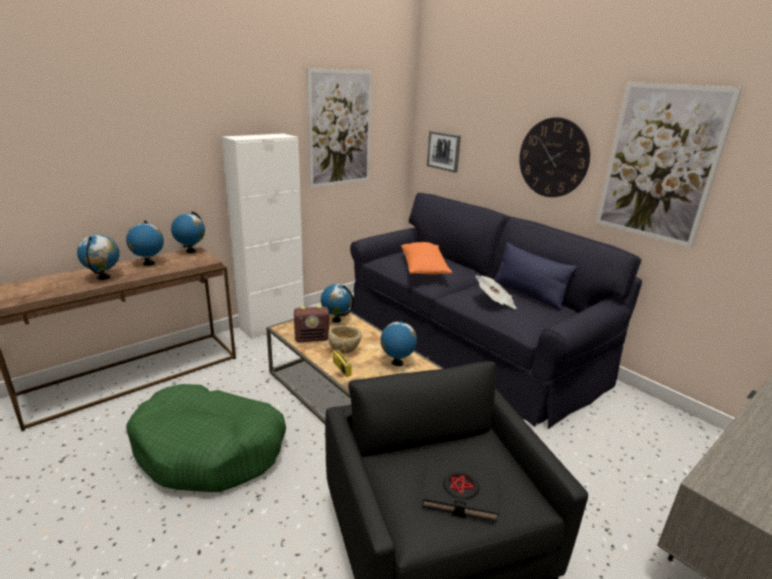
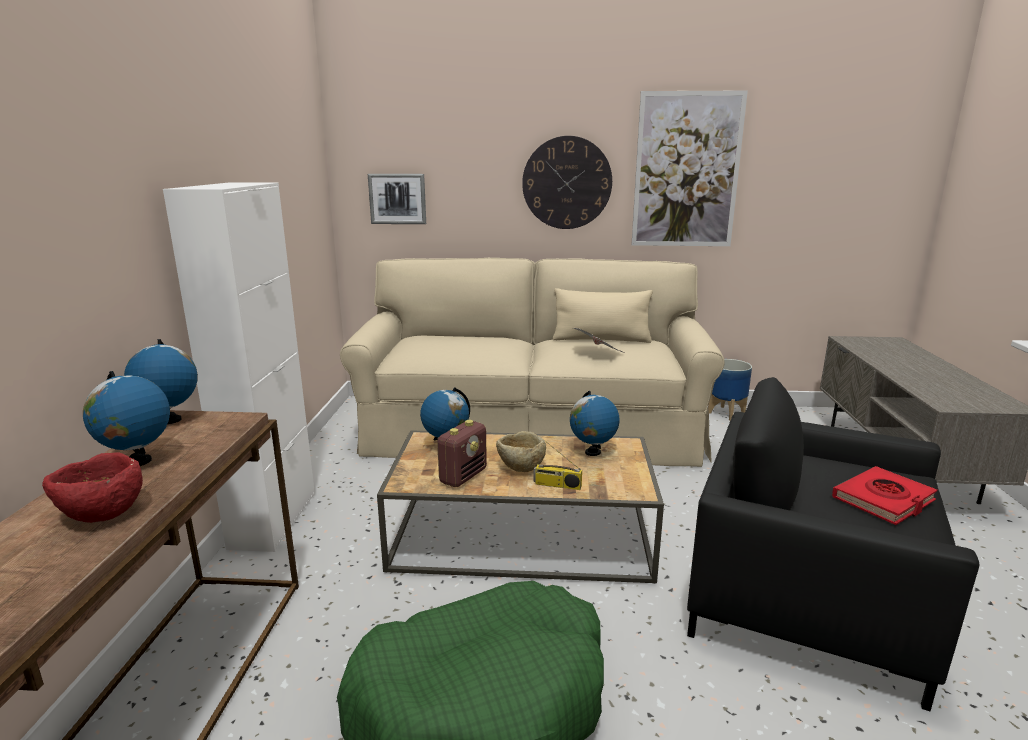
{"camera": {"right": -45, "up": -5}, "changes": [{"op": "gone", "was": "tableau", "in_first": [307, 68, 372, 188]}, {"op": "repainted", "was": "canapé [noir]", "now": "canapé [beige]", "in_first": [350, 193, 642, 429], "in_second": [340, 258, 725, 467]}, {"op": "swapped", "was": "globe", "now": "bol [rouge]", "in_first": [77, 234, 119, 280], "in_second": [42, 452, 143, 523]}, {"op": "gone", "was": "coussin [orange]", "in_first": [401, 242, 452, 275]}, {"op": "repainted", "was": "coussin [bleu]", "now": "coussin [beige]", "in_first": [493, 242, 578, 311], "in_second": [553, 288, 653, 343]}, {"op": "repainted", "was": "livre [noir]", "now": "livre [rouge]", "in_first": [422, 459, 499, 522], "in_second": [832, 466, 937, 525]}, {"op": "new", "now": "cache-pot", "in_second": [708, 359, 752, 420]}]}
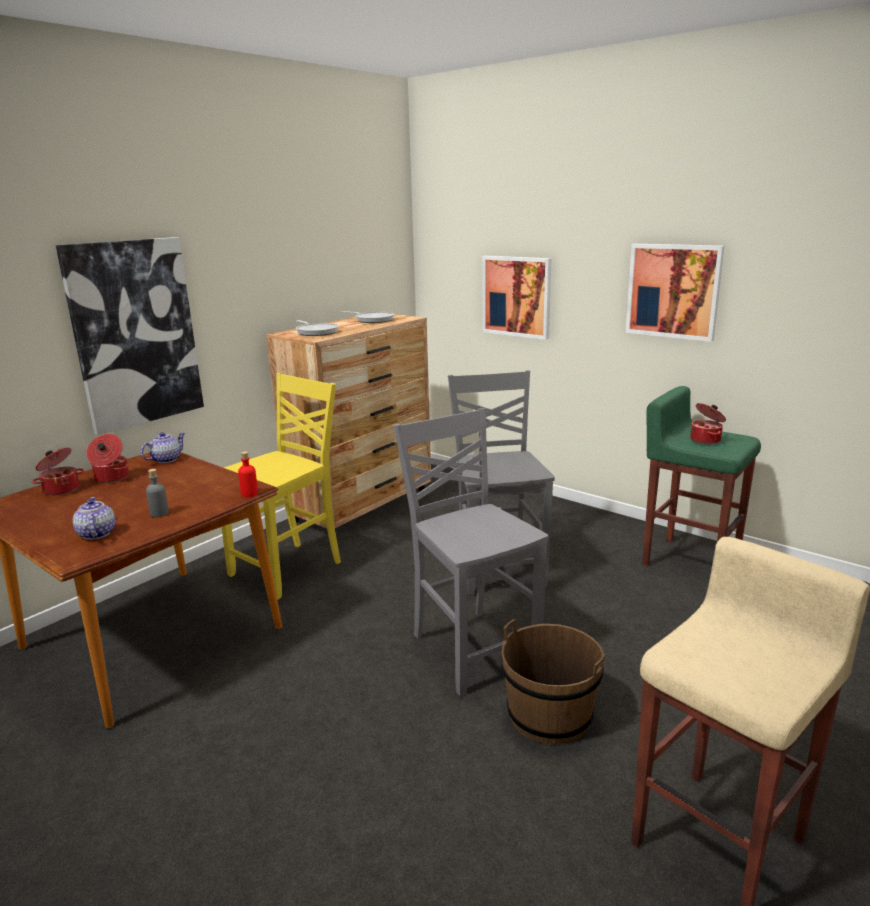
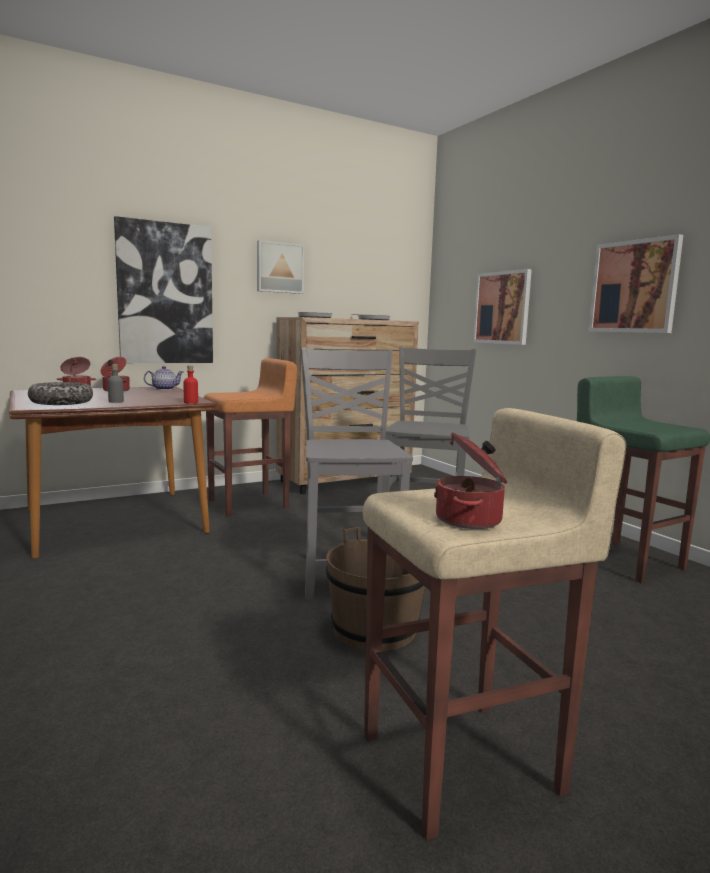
{"camera": {"right": 20, "up": -10}, "changes": [{"op": "swapped", "was": "chaise [jaune]", "now": "tabouret [orange]", "in_first": [222, 373, 341, 600], "in_second": [204, 358, 298, 517]}, {"op": "shifted", "was": "marmite", "in_first": [690, 403, 726, 444], "in_second": [434, 432, 507, 529]}, {"op": "swapped", "was": "théière", "now": "bol", "in_first": [73, 497, 116, 540], "in_second": [28, 382, 93, 405]}, {"op": "new", "now": "tableau", "in_second": [257, 240, 304, 294]}]}
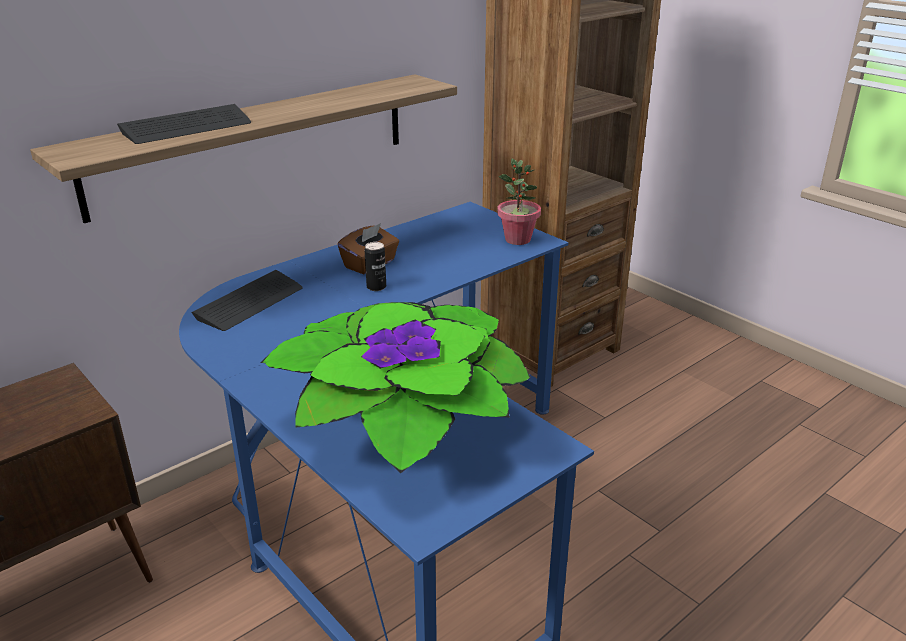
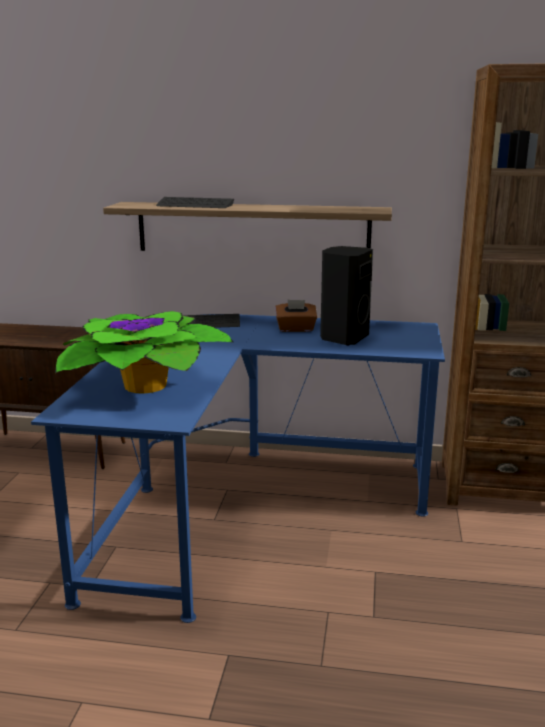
{"camera": {"right": 50, "up": -10}, "changes": [{"op": "gone", "was": "plante en pot", "in_first": [497, 158, 541, 245]}, {"op": "gone", "was": "boîte métallique", "in_first": [365, 242, 386, 291]}, {"op": "new", "now": "enceinte [noir]", "in_second": [320, 246, 373, 346]}]}
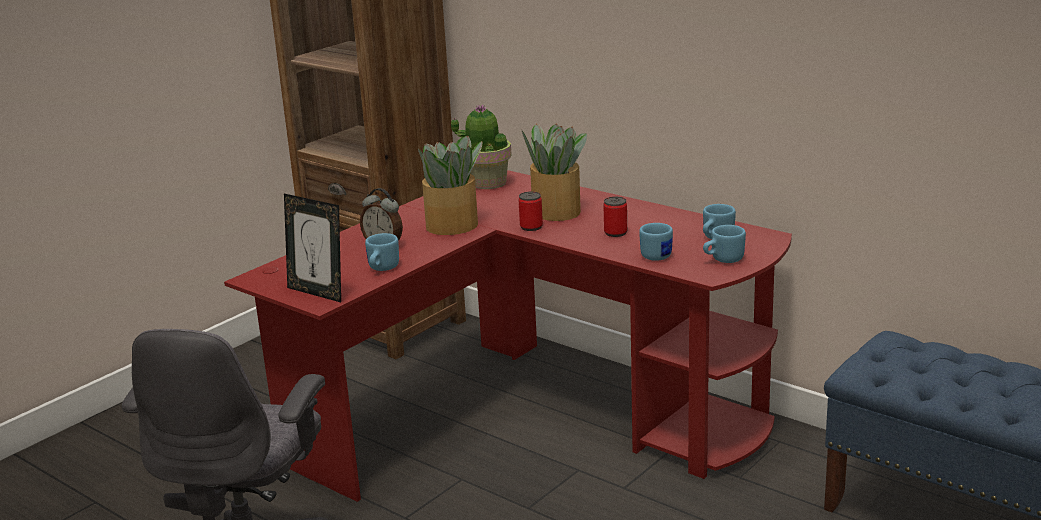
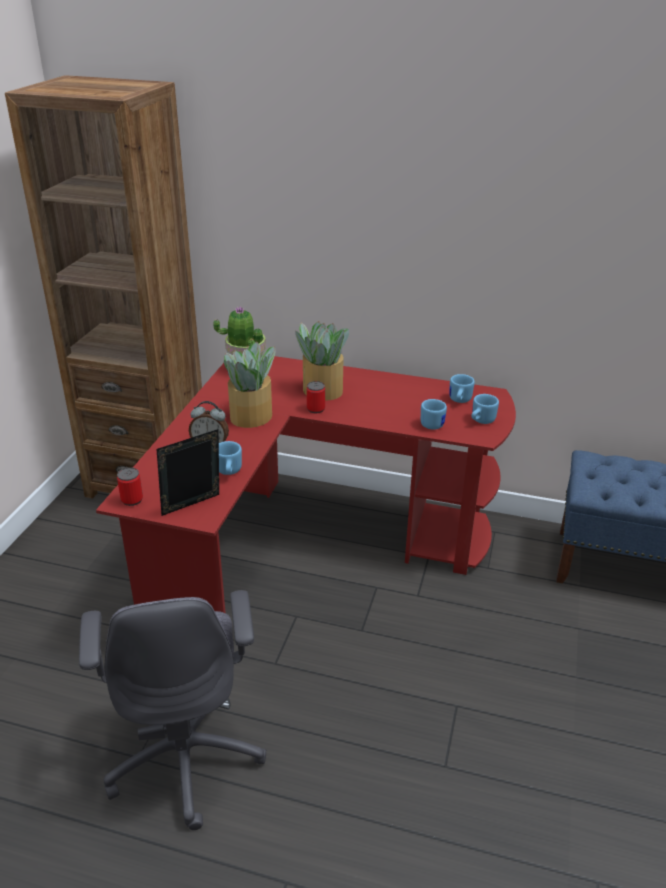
{"camera": {"right": -25, "up": 10}, "changes": [{"op": "rotated", "was": "cadre photo", "in_first": [284, 194, 341, 302], "in_second": [157, 429, 219, 516], "clockwise": 135}, {"op": "shifted", "was": "boîte métallique", "in_first": [603, 197, 627, 237], "in_second": [117, 467, 143, 506]}]}
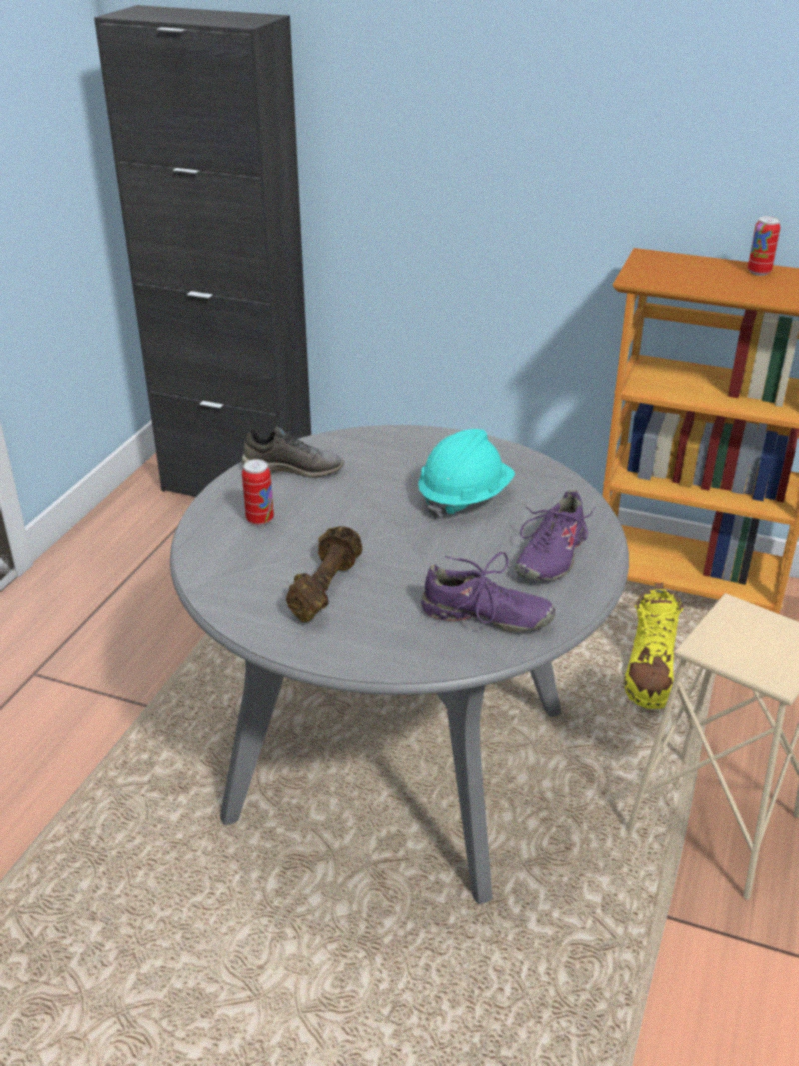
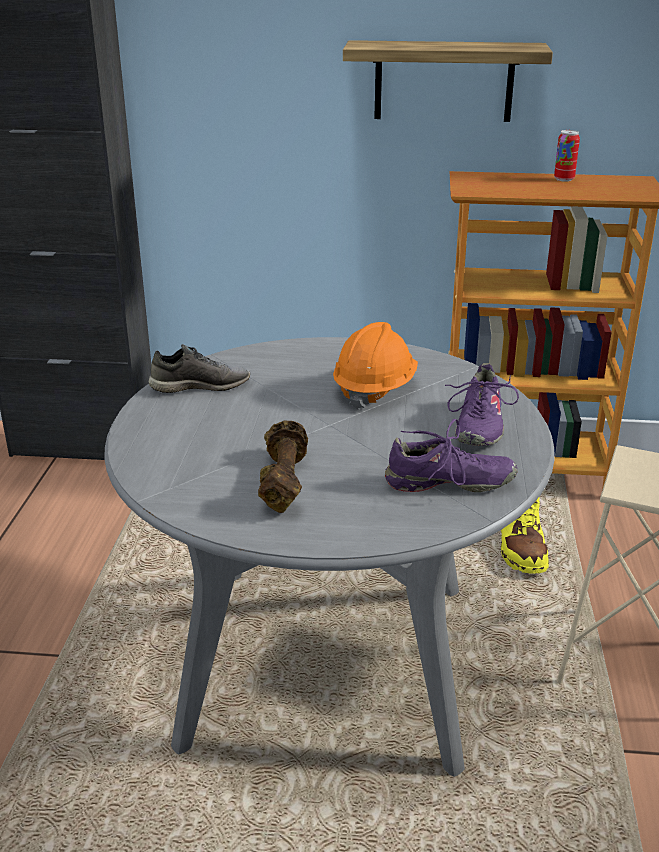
{"camera": {"right": -15, "up": -5}, "changes": [{"op": "repainted", "was": "casque de chantier [turquoise]", "now": "casque de chantier [orange]", "in_first": [418, 429, 515, 519], "in_second": [333, 322, 418, 410]}, {"op": "gone", "was": "boîte métallique", "in_first": [242, 459, 274, 526]}, {"op": "new", "now": "étagère", "in_second": [343, 40, 553, 122]}]}
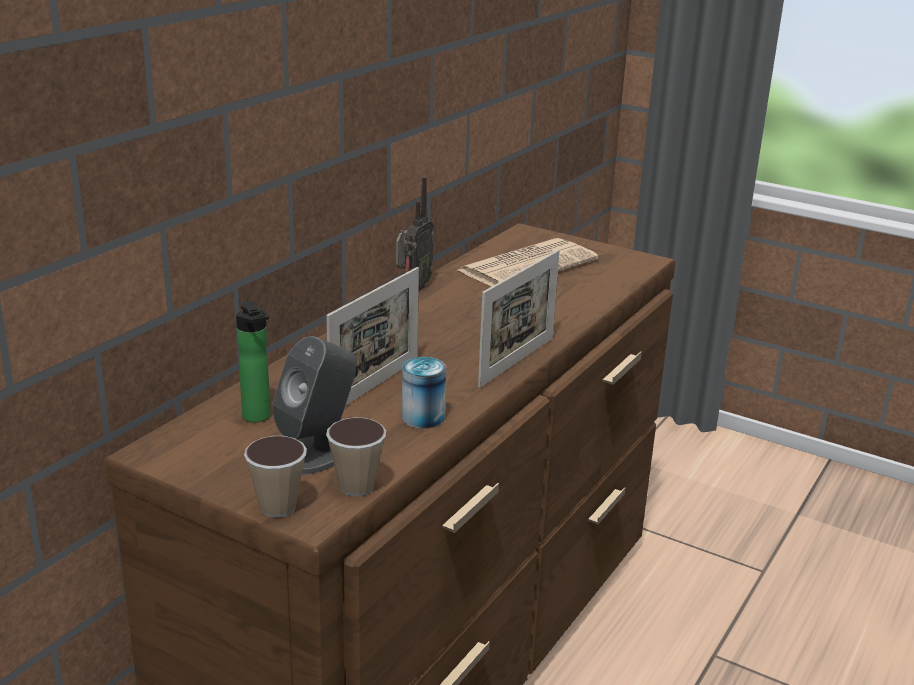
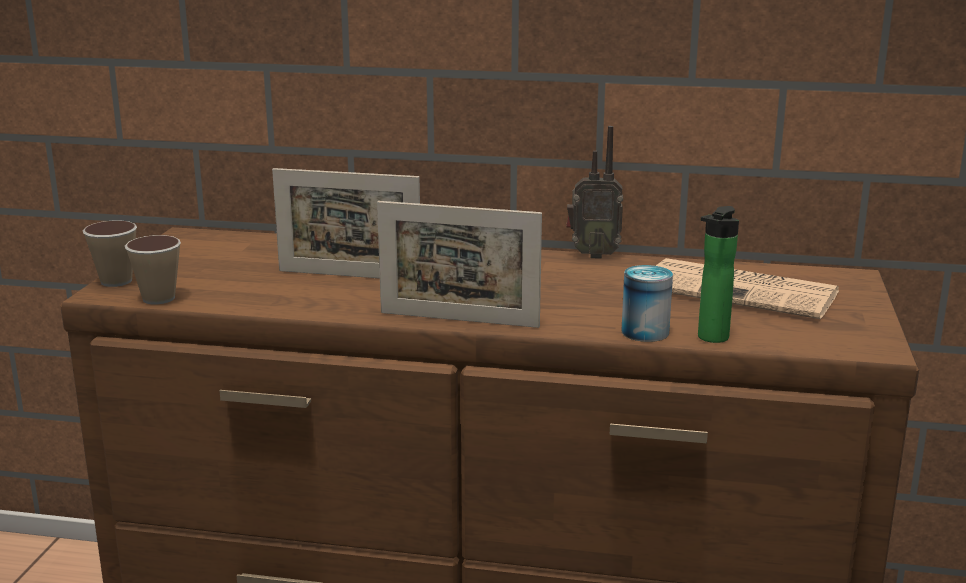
{"camera": {"right": 70, "up": -5}, "changes": [{"op": "shifted", "was": "bouteille", "in_first": [236, 301, 271, 423], "in_second": [698, 206, 739, 343]}, {"op": "gone", "was": "enceinte [gris]", "in_first": [272, 336, 357, 475]}, {"op": "shifted", "was": "boîte métallique", "in_first": [402, 357, 446, 429], "in_second": [621, 265, 673, 342]}]}
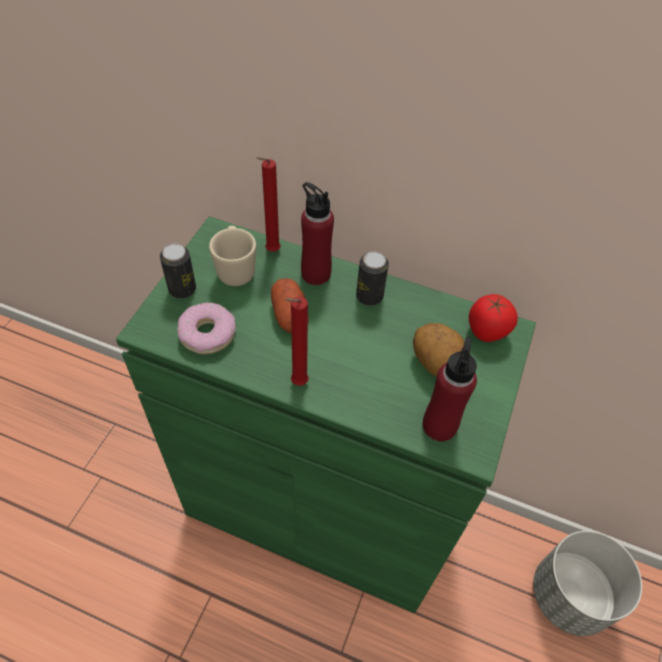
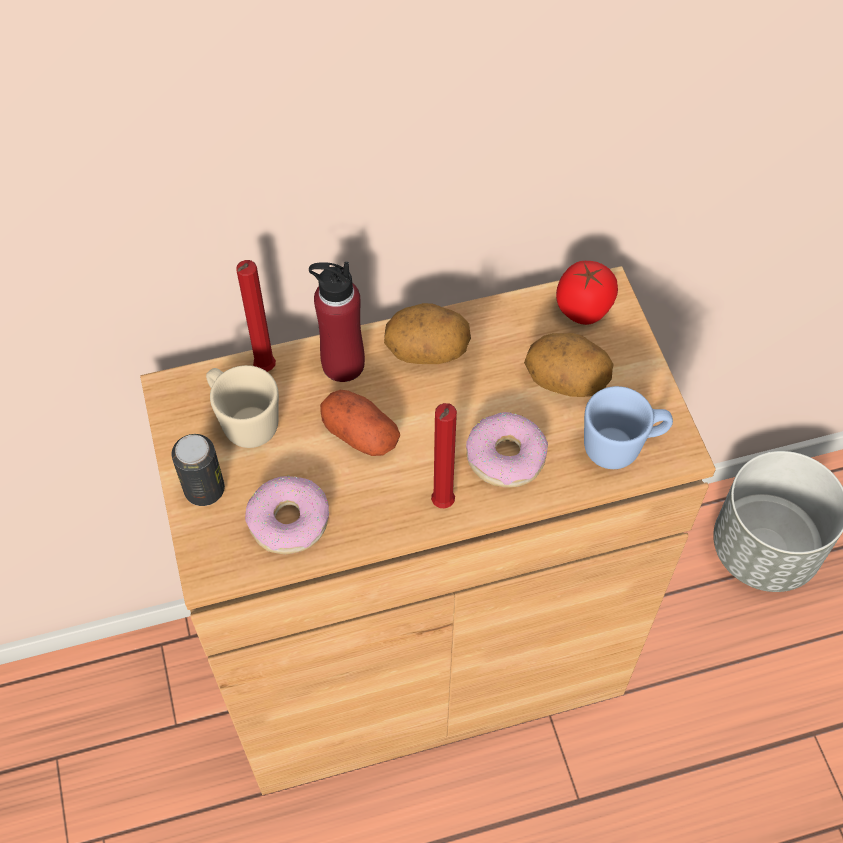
{"camera": {"right": -35, "up": 5}, "changes": [{"op": "repainted", "was": "meuble de rangement [vert]", "now": "meuble de rangement [marron]", "in_first": [116, 216, 536, 613], "in_second": [140, 266, 716, 795]}, {"op": "swapped", "was": "boîte métallique", "now": "pomme de terre", "in_first": [356, 251, 389, 306], "in_second": [384, 303, 471, 364]}, {"op": "swapped", "was": "bouteille [rouge]", "now": "mug [bleu]", "in_first": [423, 337, 477, 441], "in_second": [584, 386, 673, 469]}, {"op": "new", "now": "beignet", "in_second": [466, 412, 548, 488]}]}
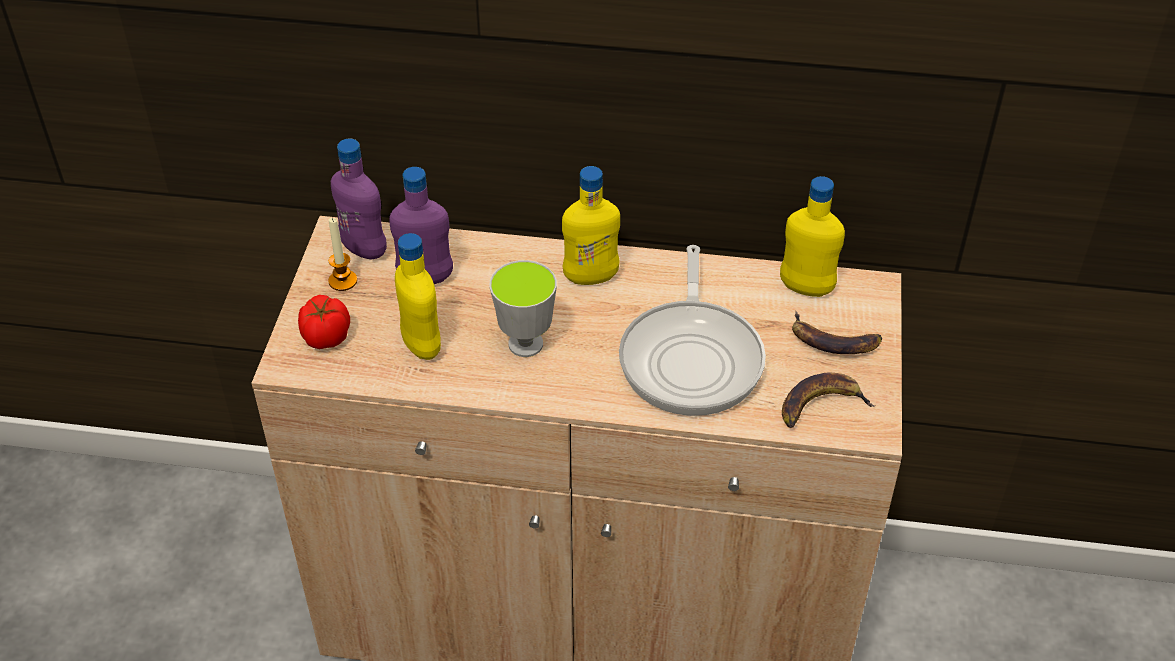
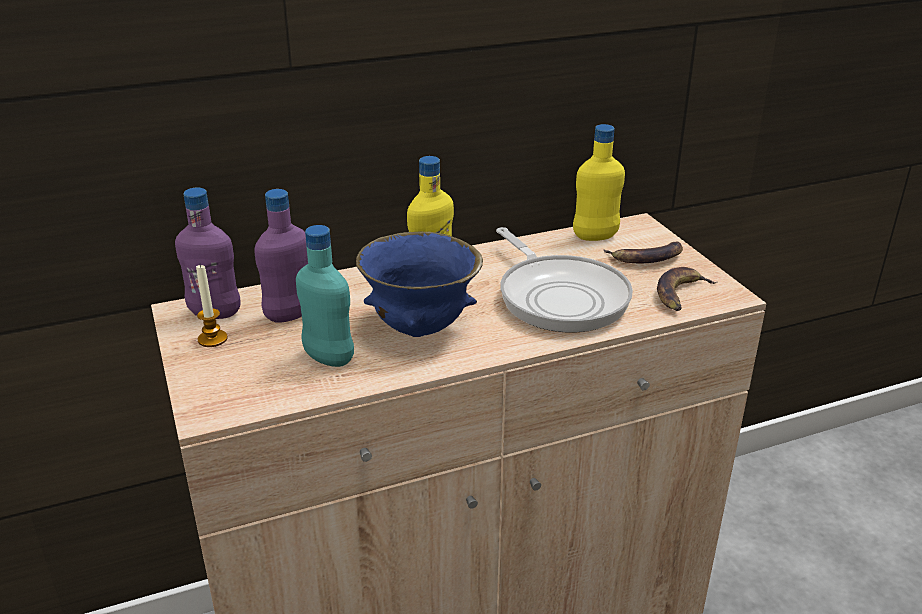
{"camera": {"right": -30, "up": -15}, "changes": [{"op": "repainted", "was": "bouteille [jaune]", "now": "bouteille [turquoise]", "in_first": [395, 233, 441, 360], "in_second": [296, 225, 354, 367]}, {"op": "swapped", "was": "tasse", "now": "bol [bleu]", "in_first": [489, 260, 557, 357], "in_second": [356, 232, 483, 337]}, {"op": "gone", "was": "tomate", "in_first": [298, 295, 350, 349]}]}
